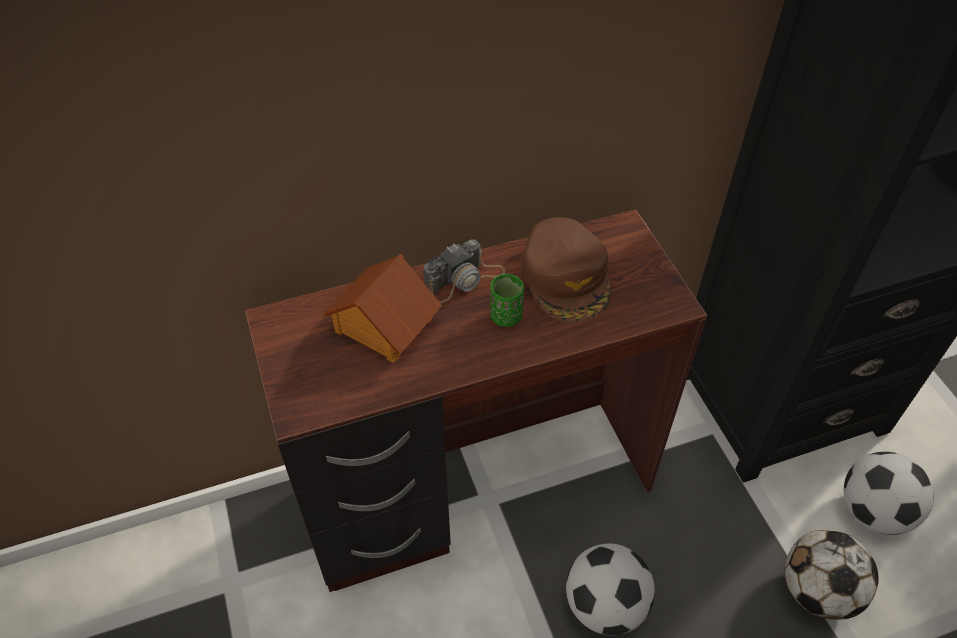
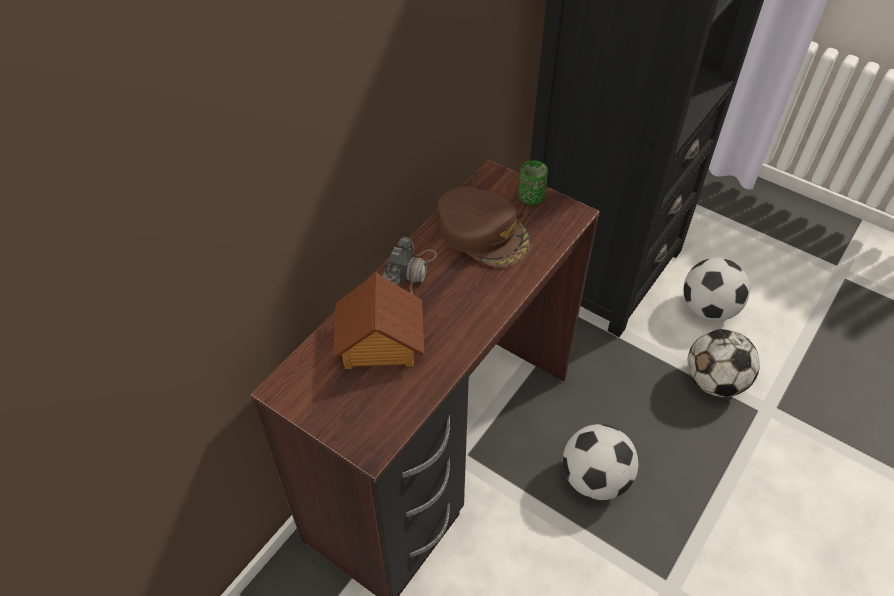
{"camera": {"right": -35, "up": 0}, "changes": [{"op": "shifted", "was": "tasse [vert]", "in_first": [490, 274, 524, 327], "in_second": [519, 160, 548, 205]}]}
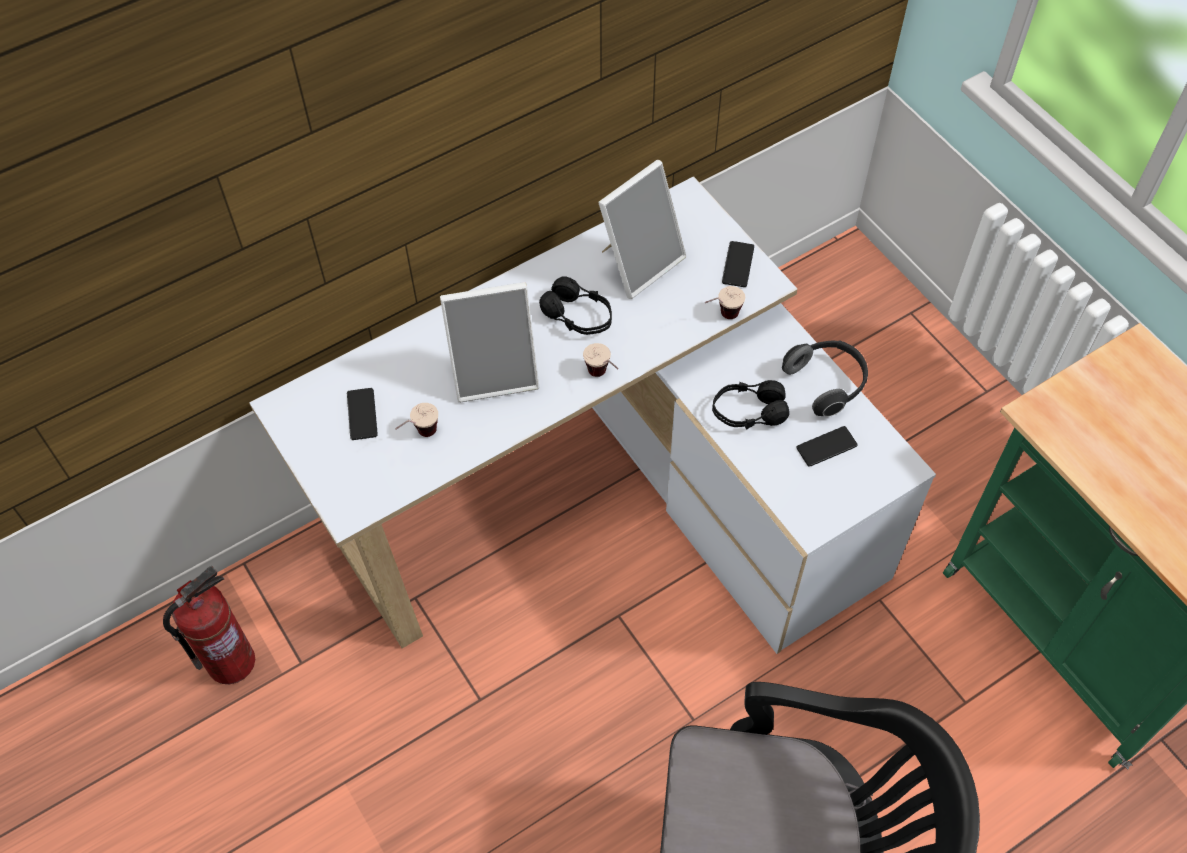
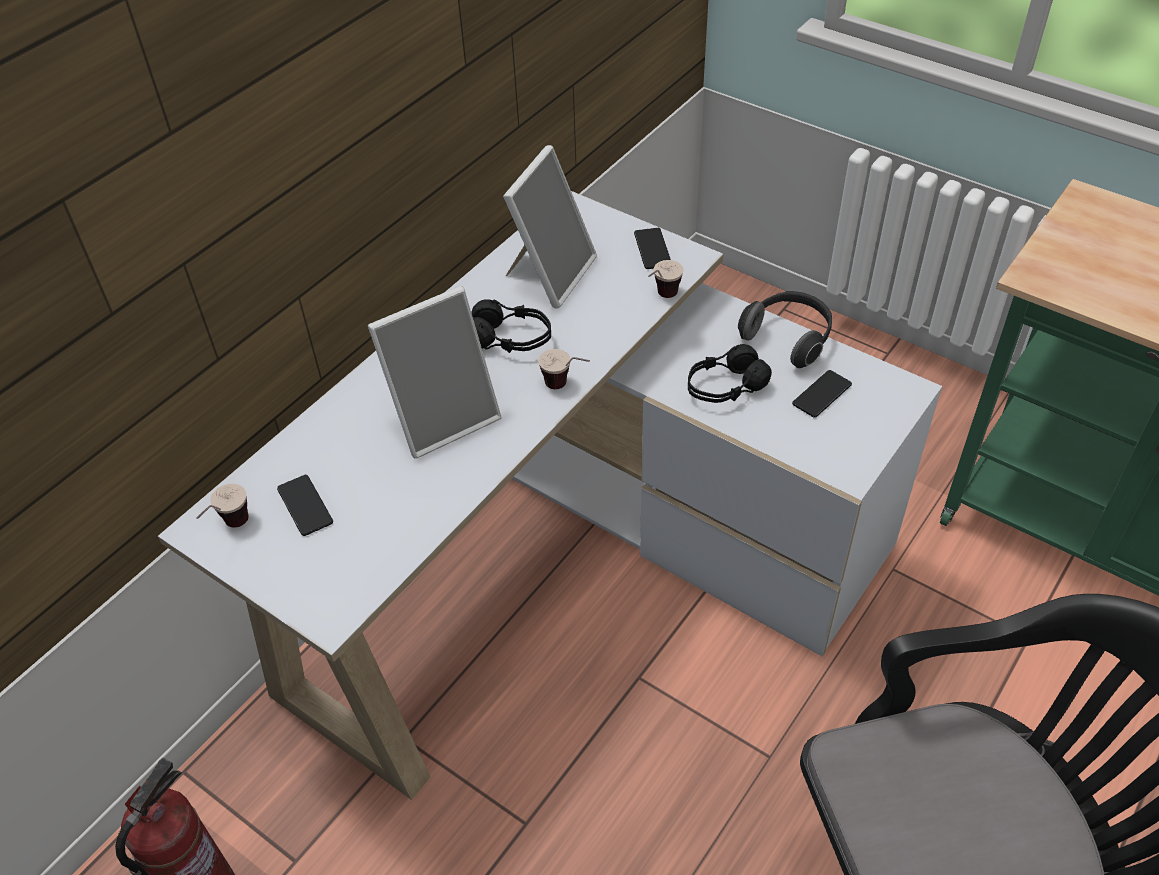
{"camera": {"right": -20, "up": -10}, "changes": [{"op": "shifted", "was": "tasse", "in_first": [395, 403, 438, 437], "in_second": [196, 484, 249, 528]}]}
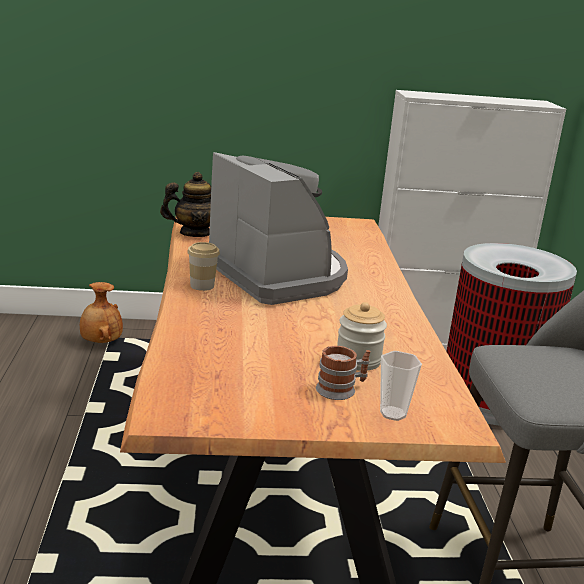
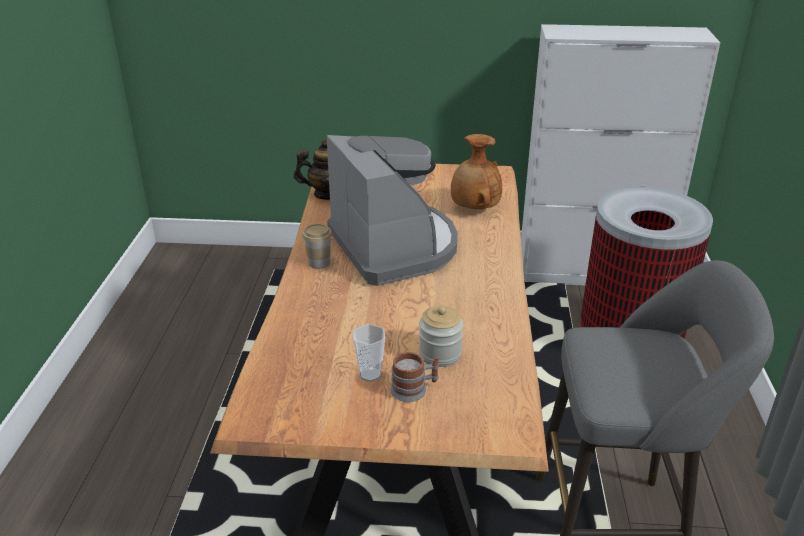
{"camera": {"right": 10, "up": 10}, "changes": [{"op": "shifted", "was": "vase [marron]", "in_first": [80, 282, 123, 343], "in_second": [451, 134, 502, 209]}, {"op": "shifted", "was": "tasse", "in_first": [380, 351, 422, 421], "in_second": [353, 324, 385, 382]}]}
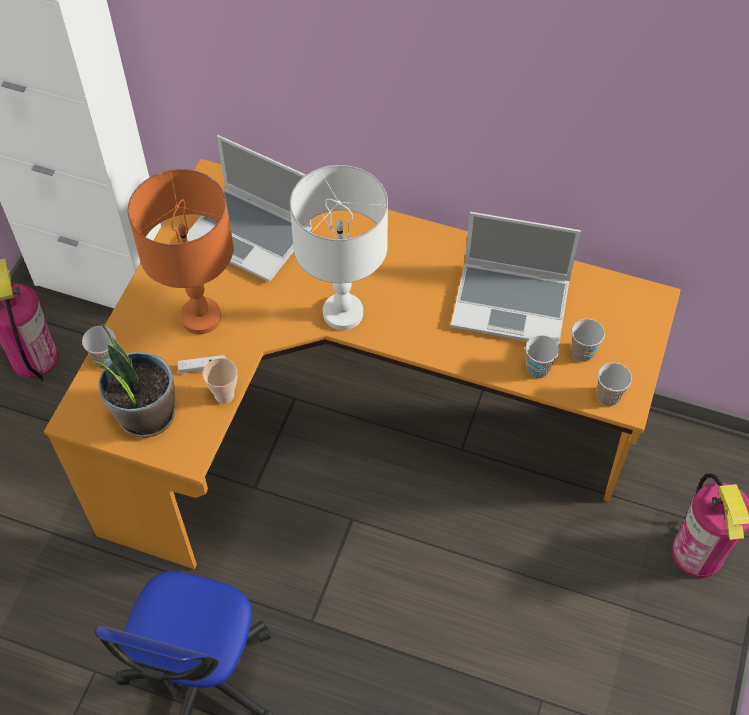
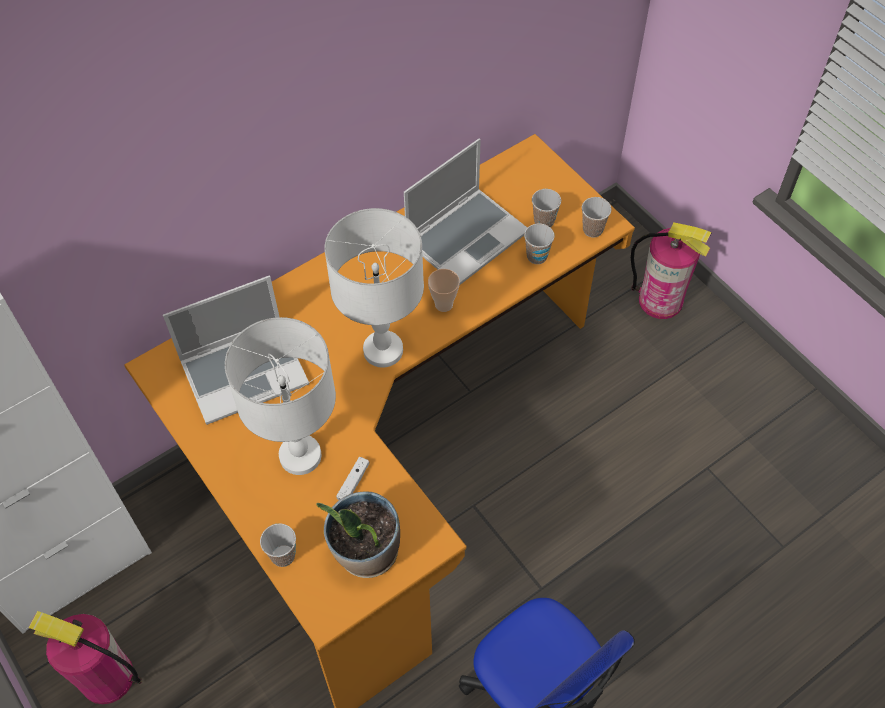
{"camera": {"right": -55, "up": 0}, "changes": [{"op": "repainted", "was": "lampe de table [orange]", "now": "lampe de table [blanc]", "in_first": [128, 169, 234, 334], "in_second": [225, 317, 336, 475]}, {"op": "shifted", "was": "tasse", "in_first": [203, 358, 237, 404], "in_second": [428, 269, 460, 312]}]}
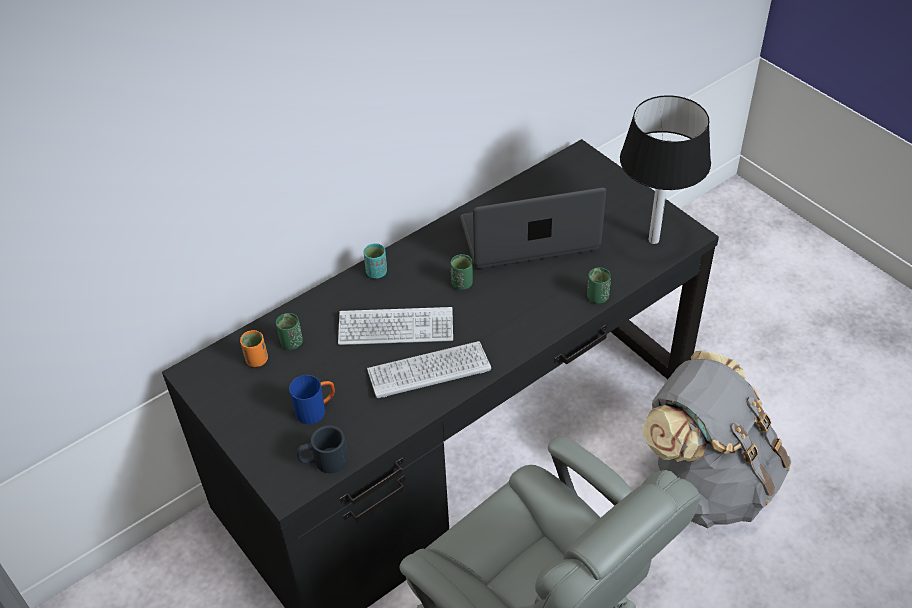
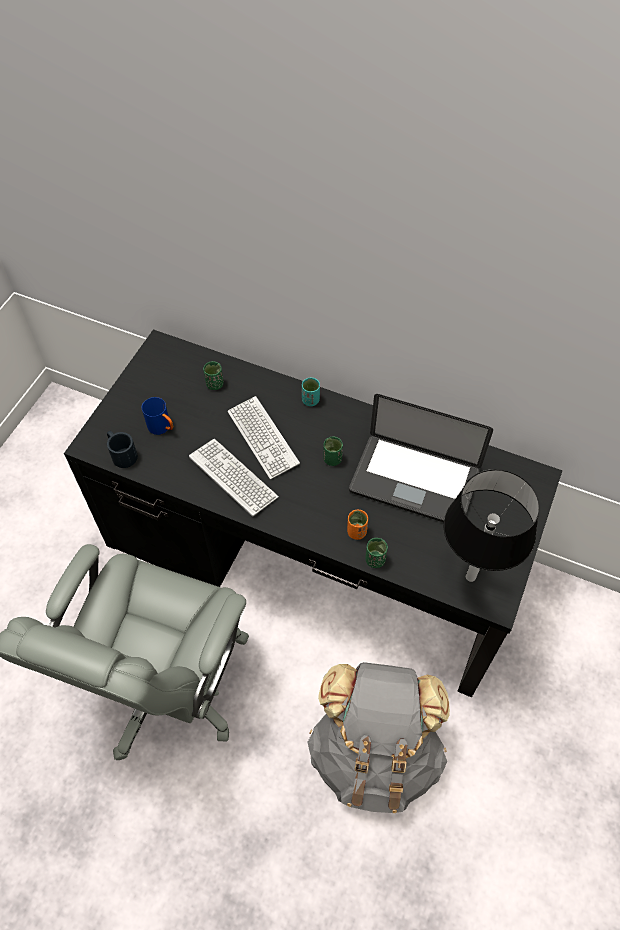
{"camera": {"right": 60, "up": 10}, "changes": [{"op": "rotated", "was": "ordinateur portable", "in_first": [460, 188, 606, 269], "in_second": [349, 394, 493, 522], "clockwise": 150}, {"op": "shifted", "was": "tasse [orange]", "in_first": [240, 330, 268, 367], "in_second": [347, 510, 368, 540]}]}
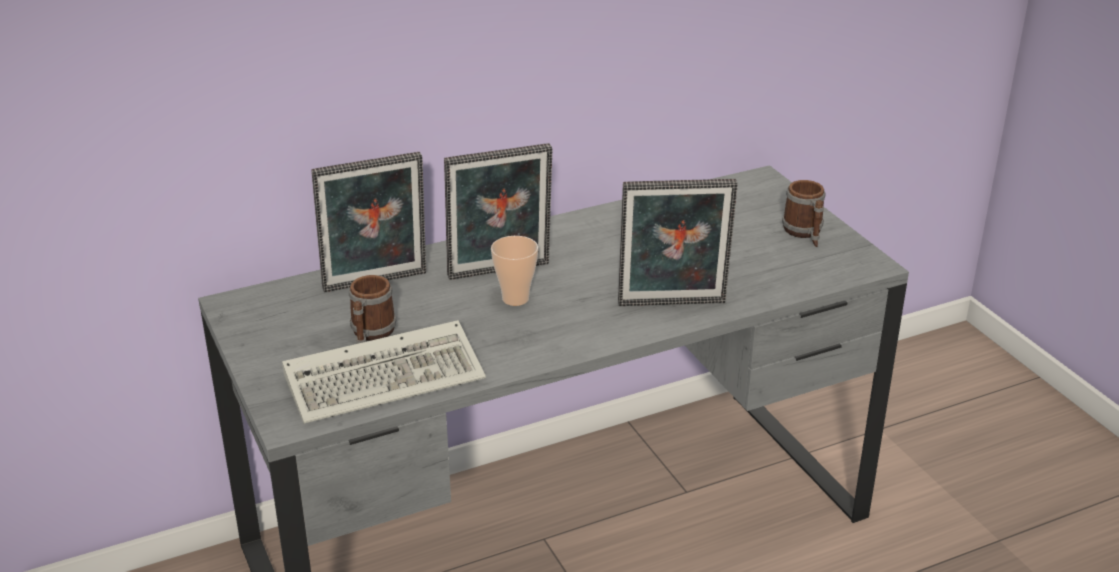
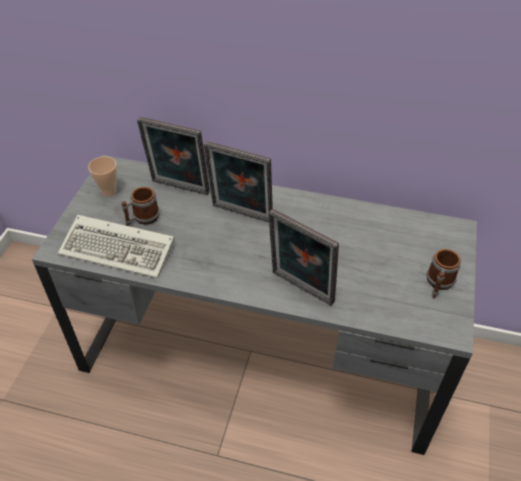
{"camera": {"right": 40, "up": 15}, "changes": [{"op": "shifted", "was": "tasse", "in_first": [491, 236, 538, 306], "in_second": [88, 156, 117, 197]}]}
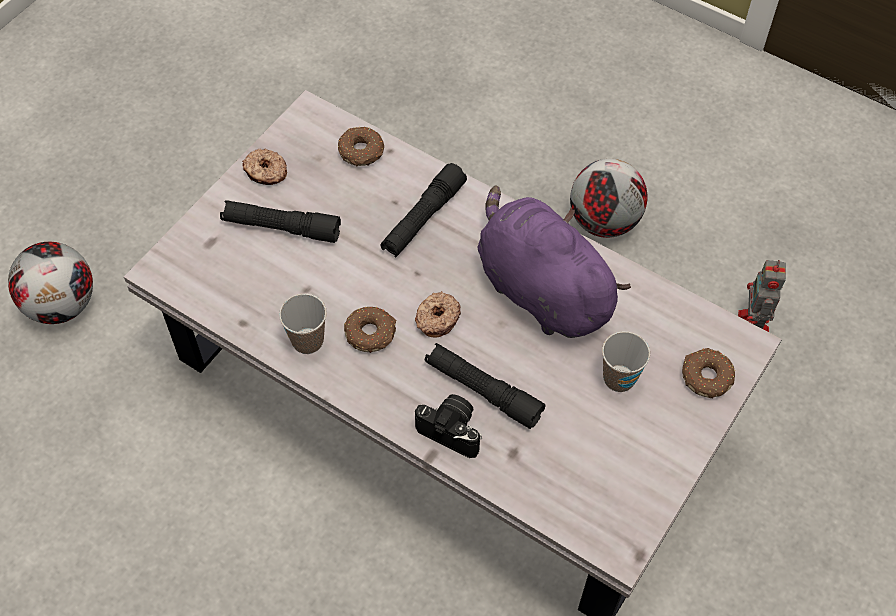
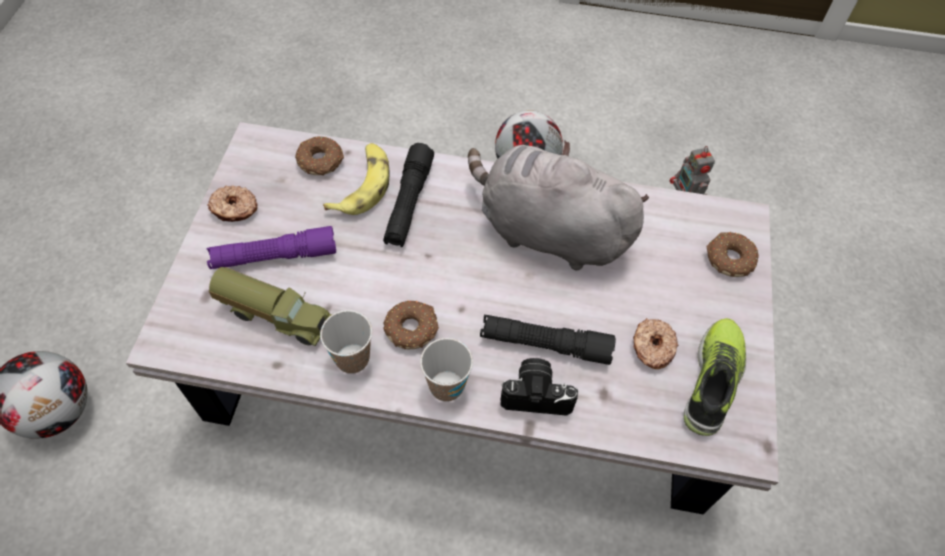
{"camera": {"right": -25, "up": 0}, "changes": [{"op": "repainted", "was": "peluche [violet]", "now": "peluche [gris]", "in_first": [477, 186, 631, 338], "in_second": [468, 140, 649, 271]}, {"op": "repainted", "was": "lampe de poche [noir]", "now": "lampe de poche [violet]", "in_first": [220, 200, 341, 243], "in_second": [206, 226, 336, 269]}, {"op": "shifted", "was": "beignet", "in_first": [415, 291, 461, 338], "in_second": [633, 318, 679, 369]}, {"op": "shifted", "was": "tasse", "in_first": [602, 331, 650, 392], "in_second": [420, 338, 473, 402]}, {"op": "new", "now": "banane", "in_second": [323, 143, 389, 215]}, {"op": "new", "now": "camion jouet", "in_second": [209, 267, 332, 346]}, {"op": "new", "now": "chaussure", "in_second": [684, 318, 746, 436]}]}
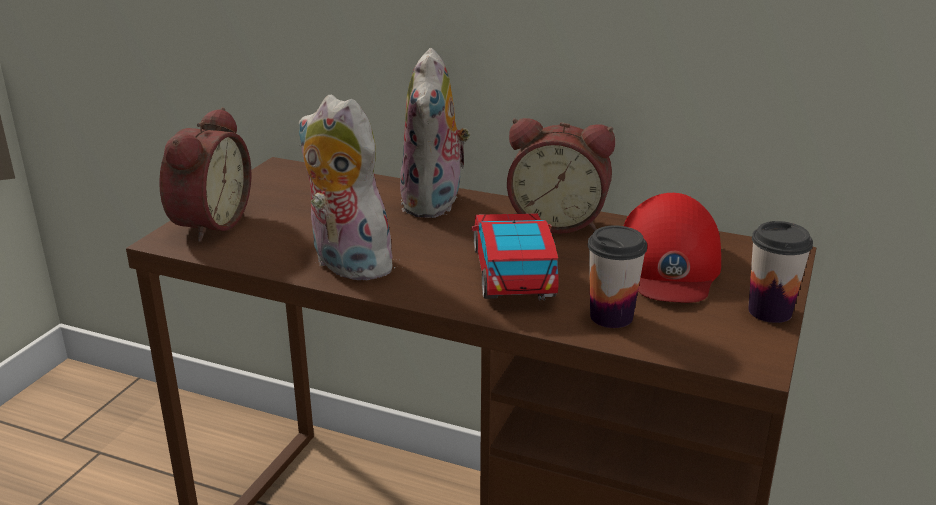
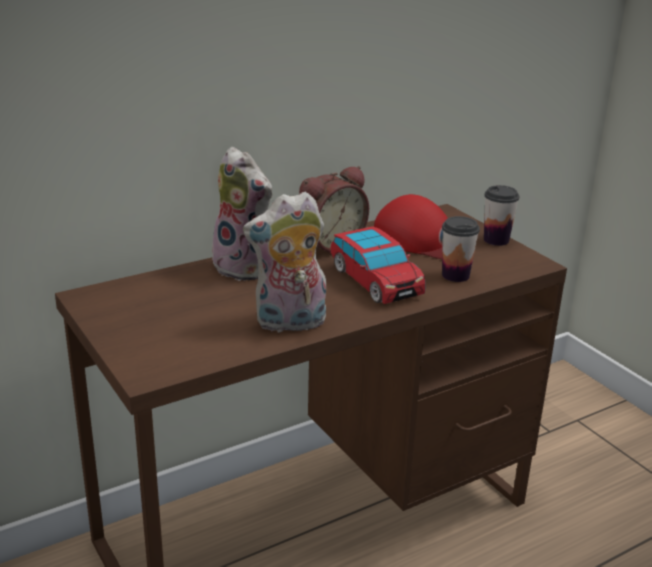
{"camera": {"right": -55, "up": 0}, "changes": [{"op": "gone", "was": "réveil", "in_first": [159, 107, 251, 242]}, {"op": "rotated", "was": "petite voiture", "in_first": [471, 213, 559, 300], "in_second": [330, 226, 426, 304], "clockwise": -150}]}
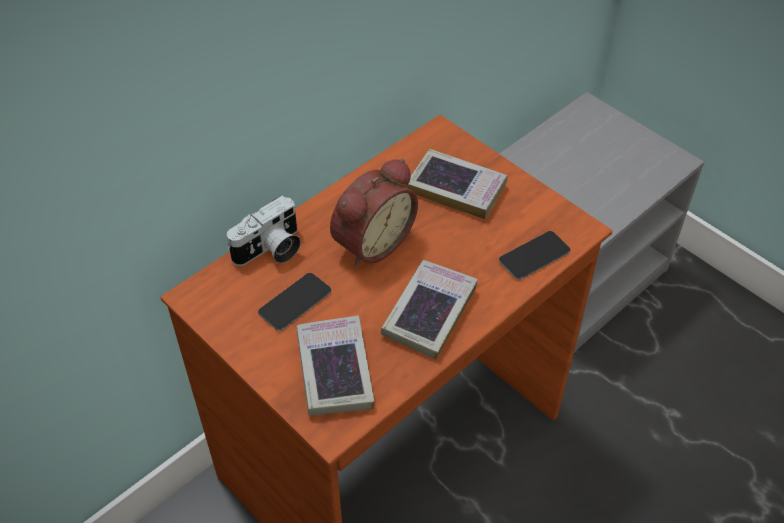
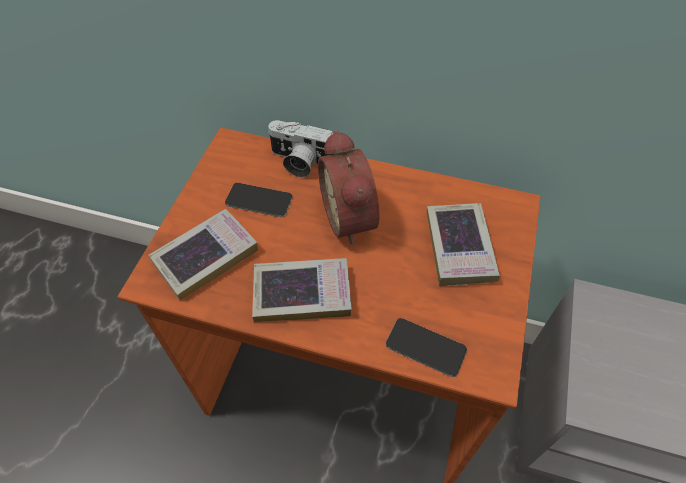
{"camera": {"right": 60, "up": 5}, "changes": [{"op": "rotated", "was": "réveil", "in_first": [330, 158, 418, 267], "in_second": [318, 130, 379, 245], "clockwise": 60}]}
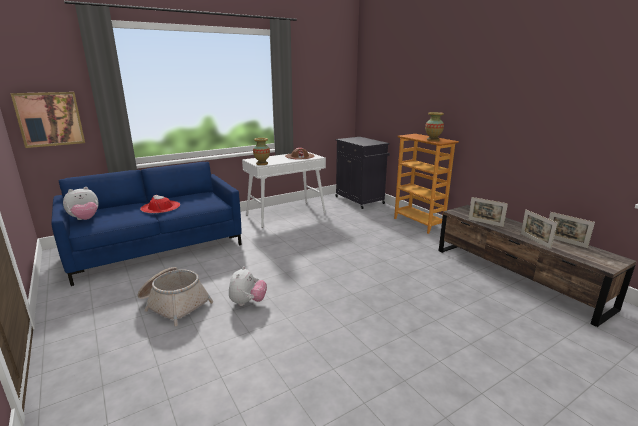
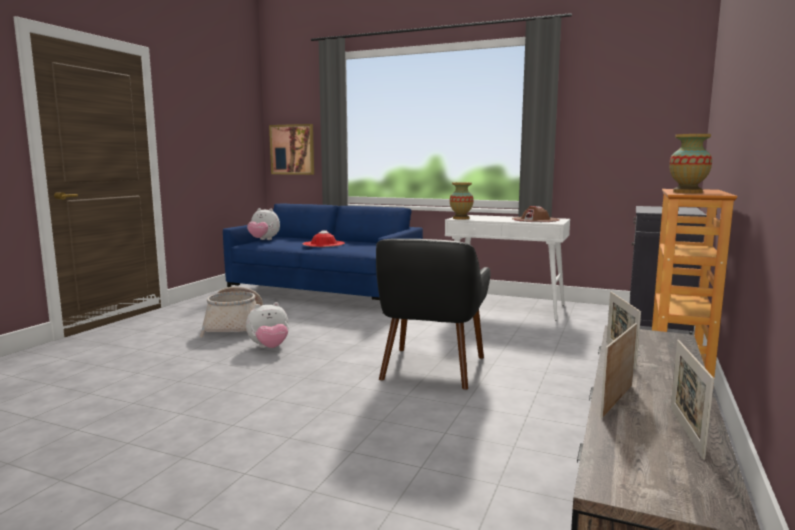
{"camera": {"right": 55, "up": -10}, "changes": [{"op": "new", "now": "fauteuil [noir]", "in_second": [376, 239, 491, 390]}]}
